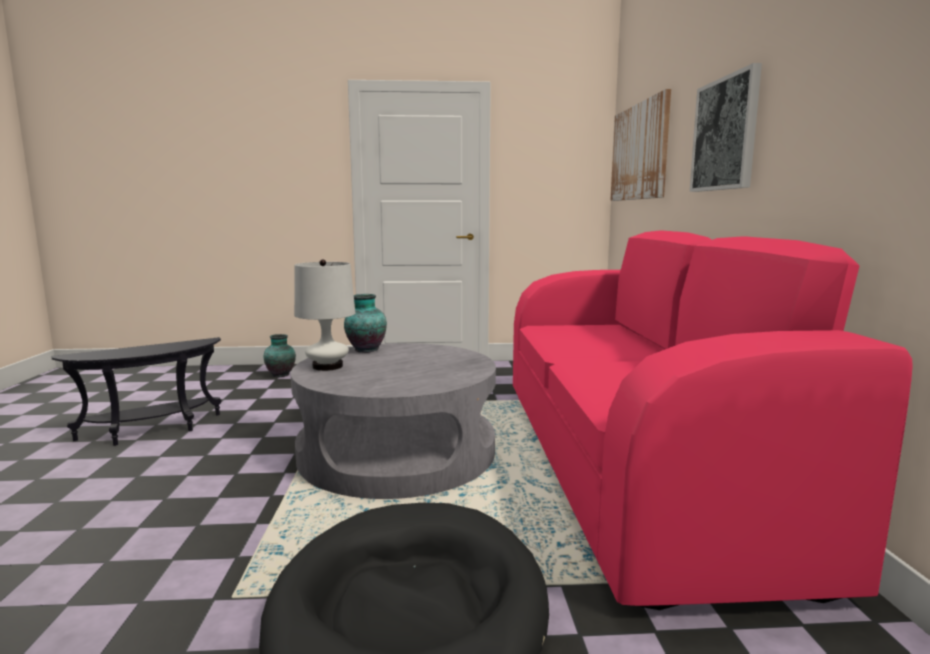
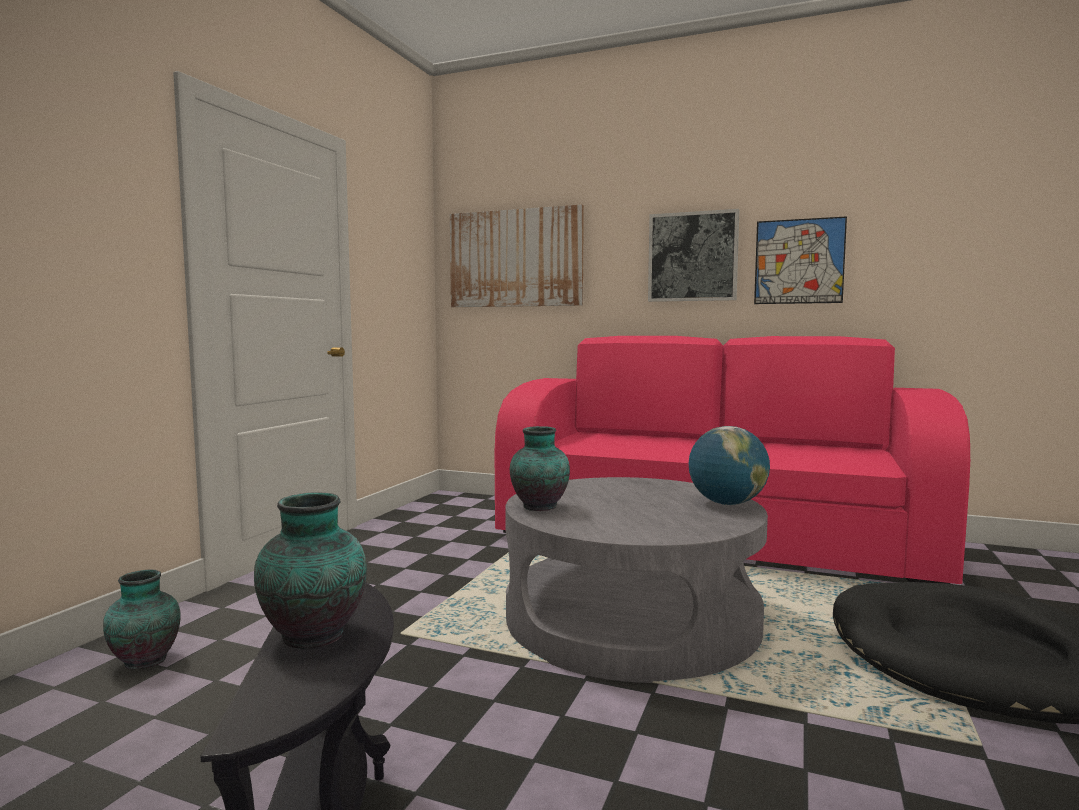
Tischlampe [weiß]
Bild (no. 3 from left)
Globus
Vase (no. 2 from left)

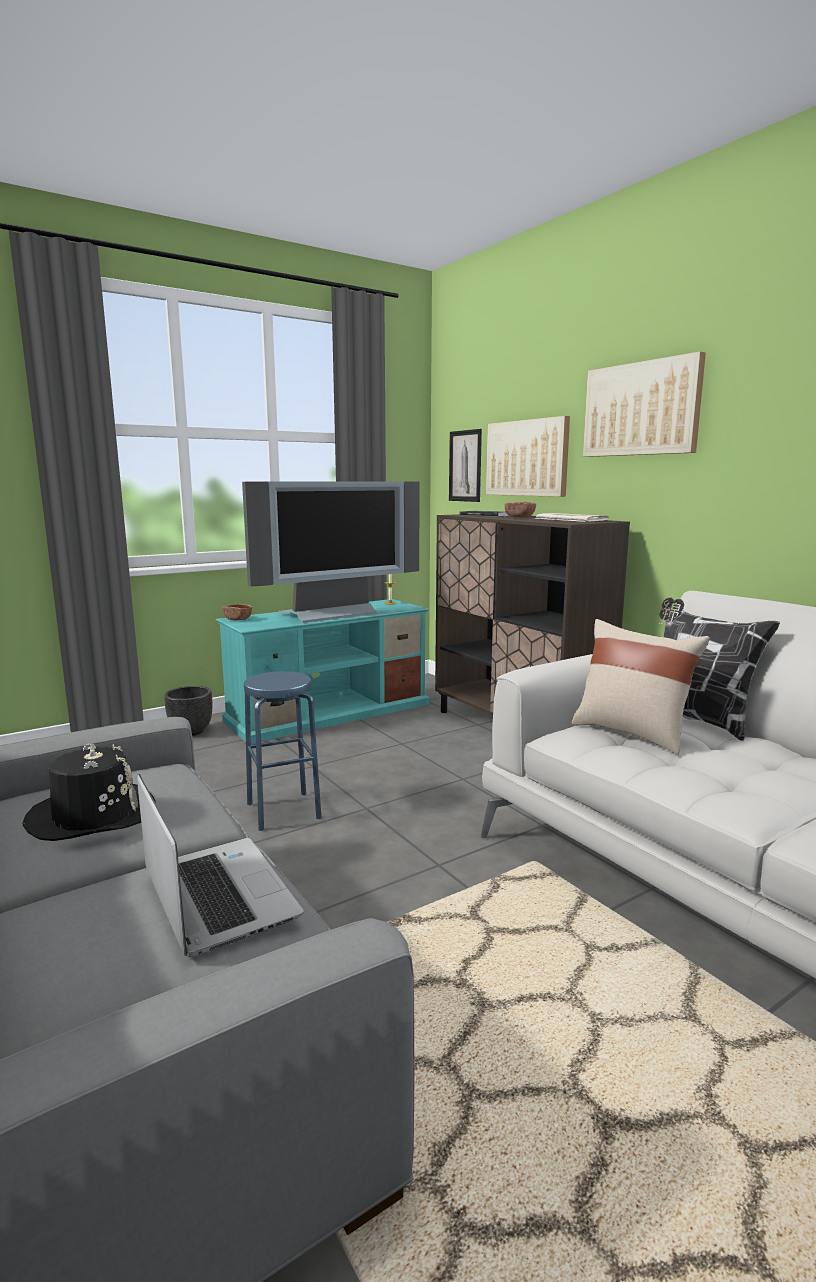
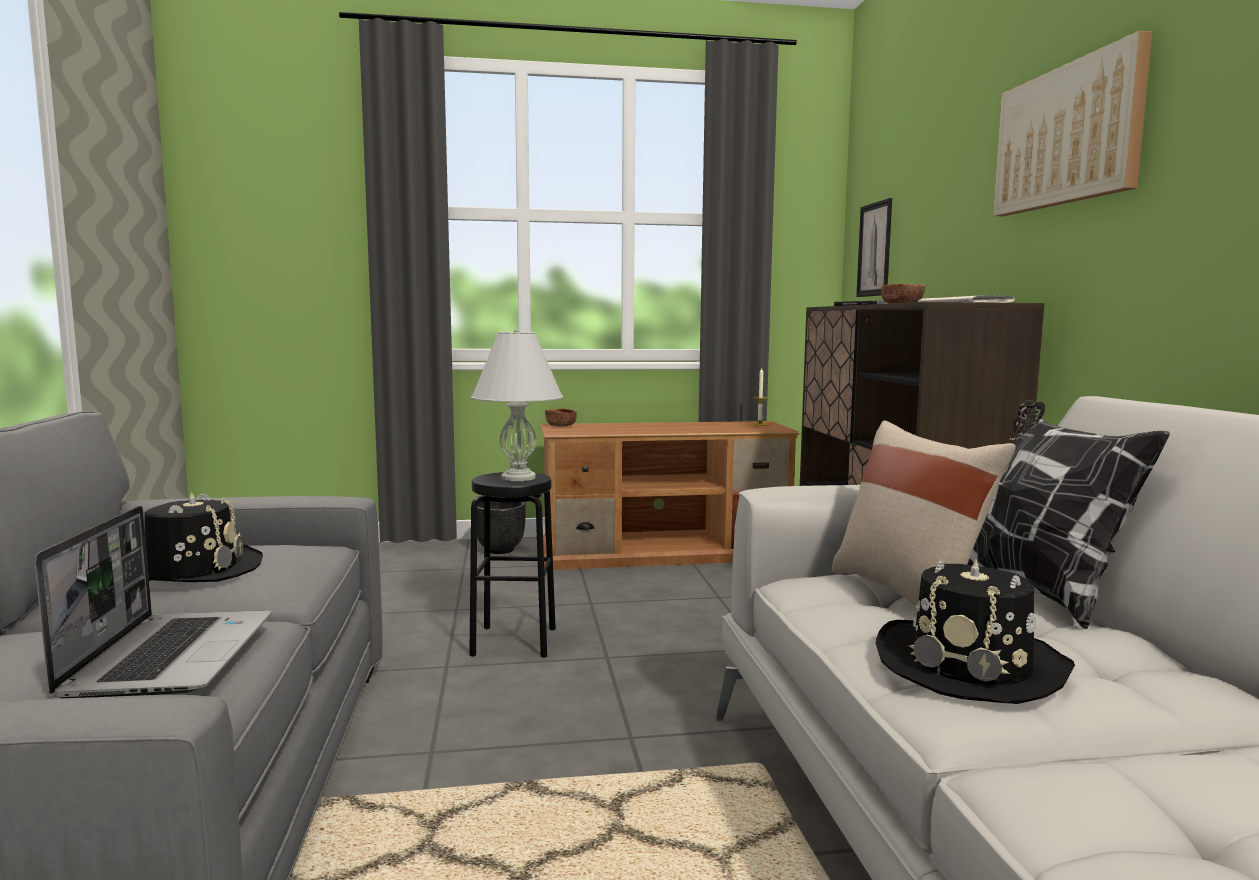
Bild (no. 2 from left in the first image)
Fernseher
Fernsehschrank [braun]
Hocker [schwarz]
Tischlampe [weiß]
Hut [schwarz] (no. 2 from left)

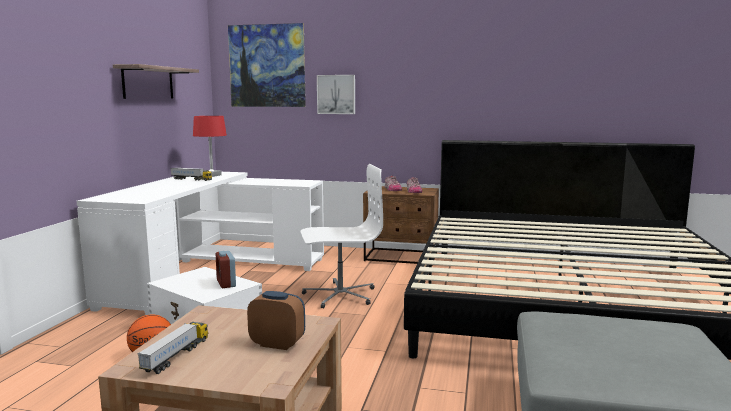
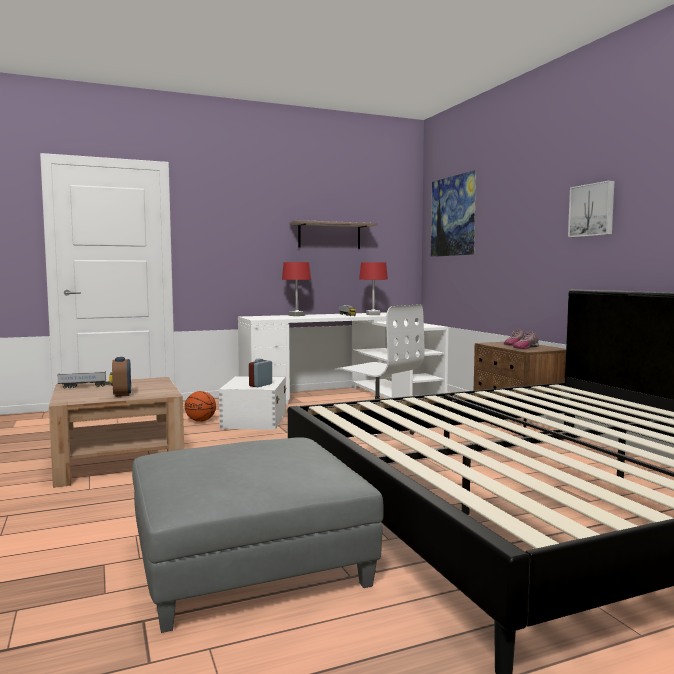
Bild (no. 2 from left)
Tischlampe [rot] (no. 1 from left)

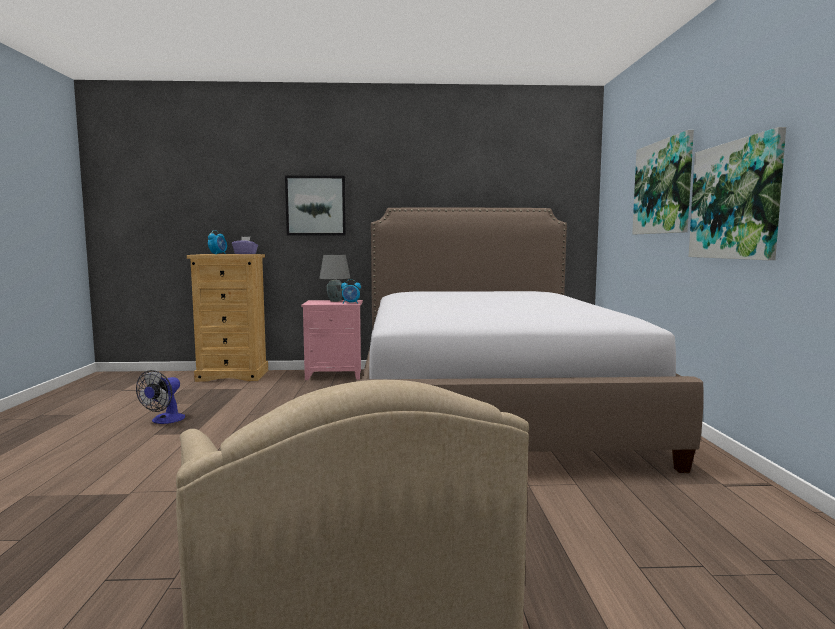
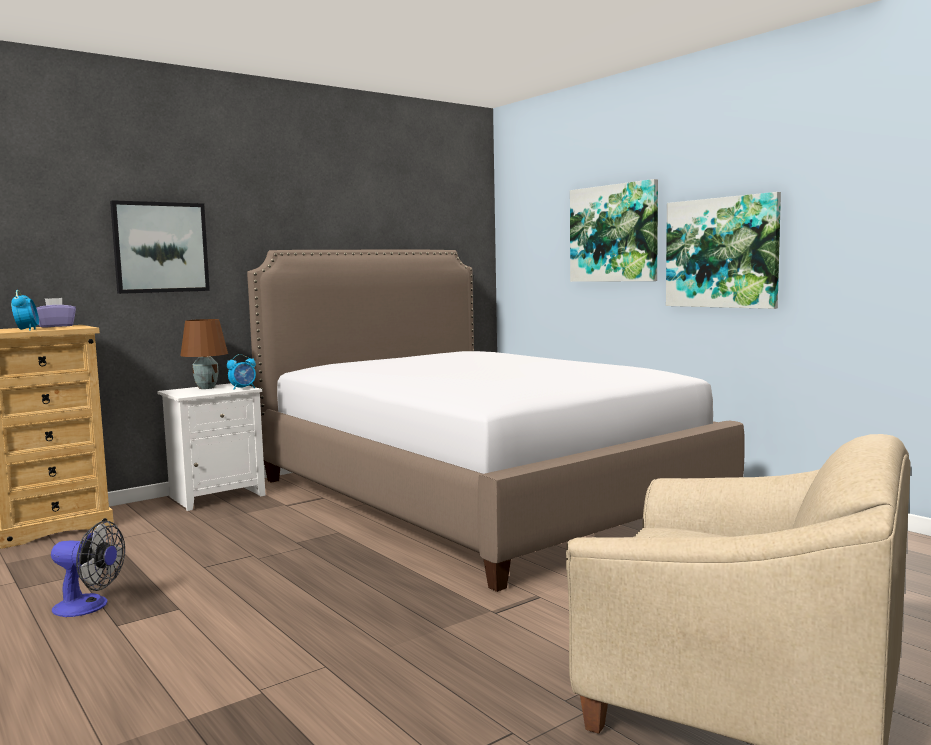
Tischlampe [braun]
Nachttisch [weiß]
Ventilator

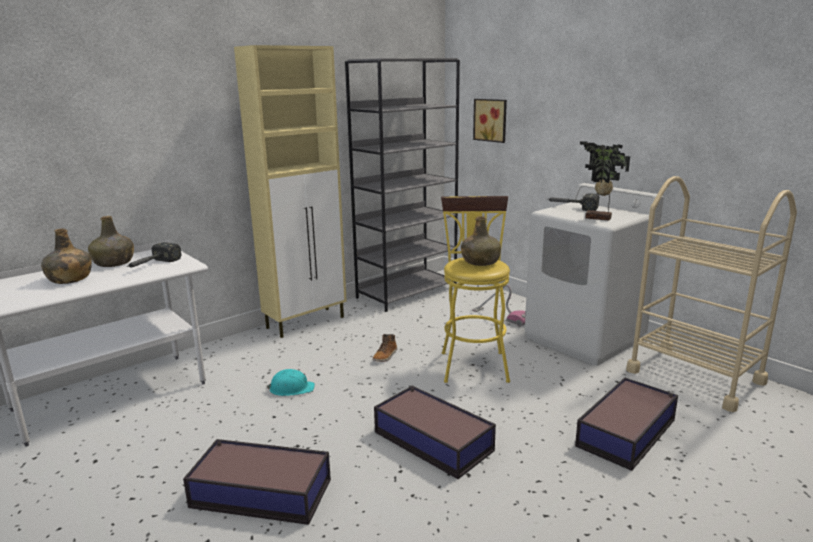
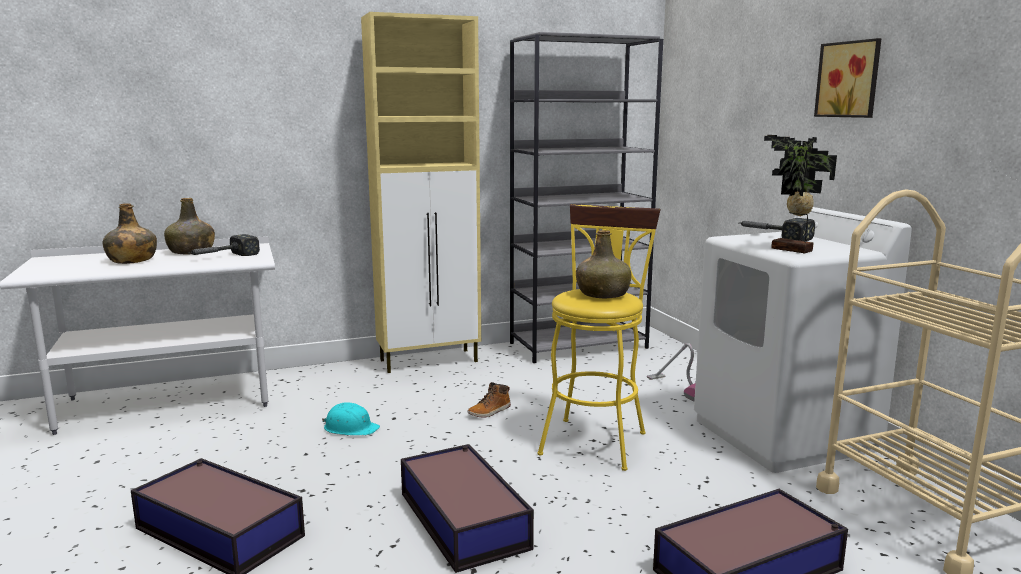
Bild

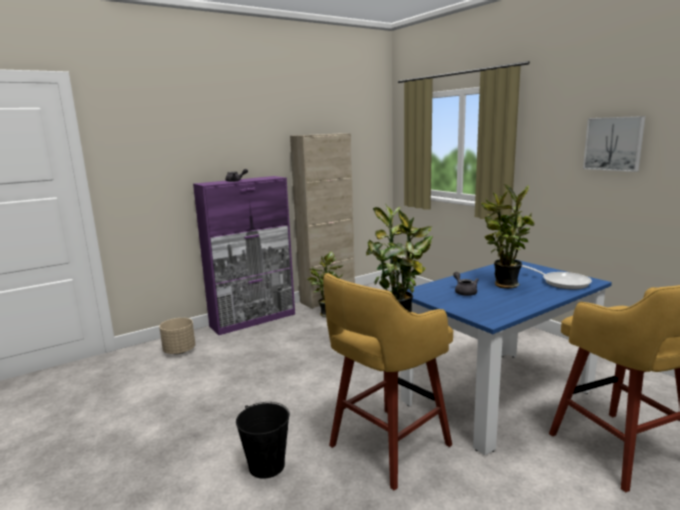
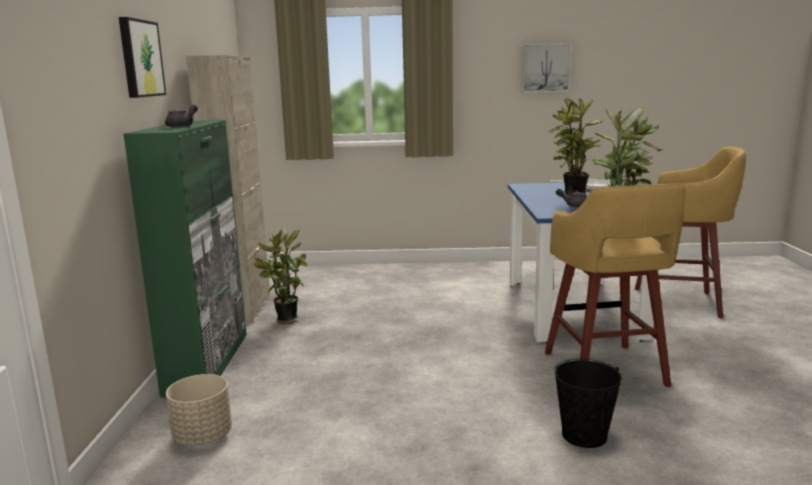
Schrank [grün]
Bild (no. 1 from left)

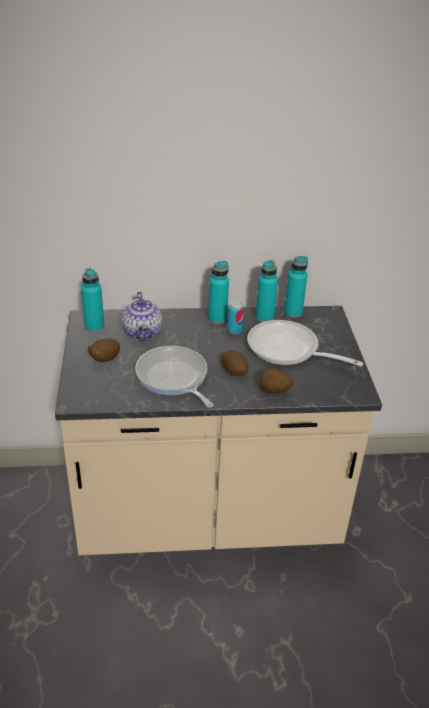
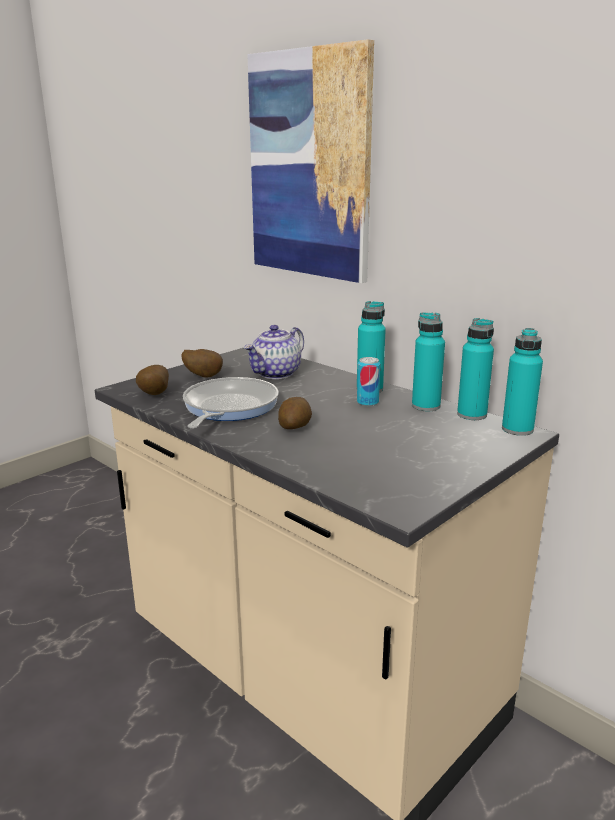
Flasche [türkis] (no. 4 from left)
Pfanne (no. 2 from left in the first image)
Kartoffel (no. 1 from left)
Bild

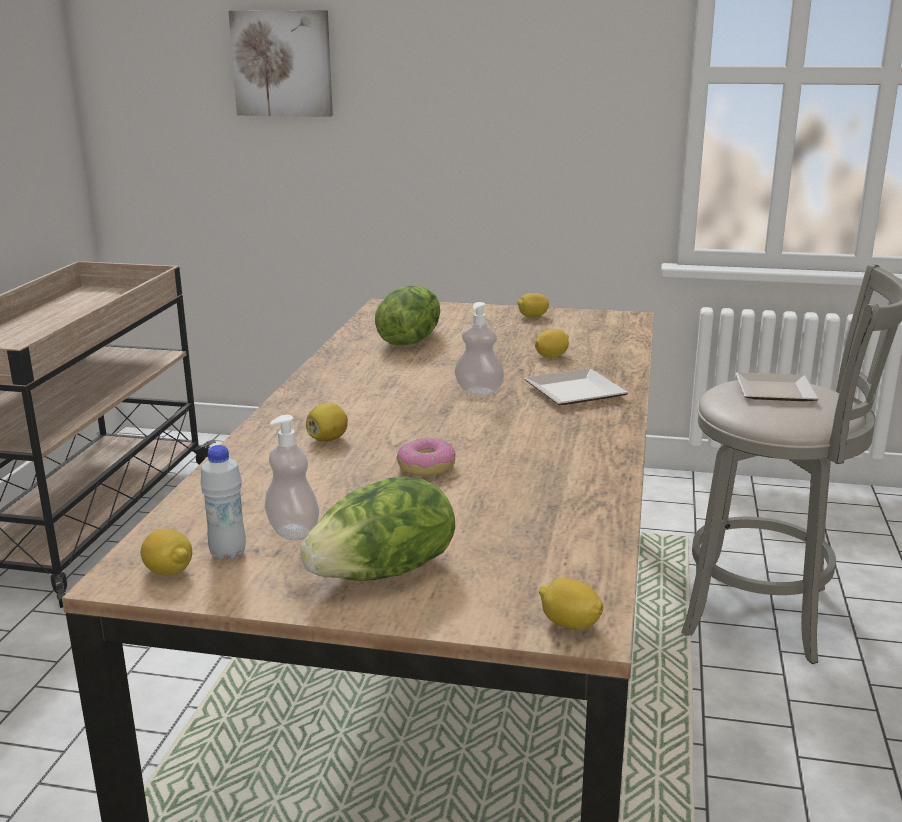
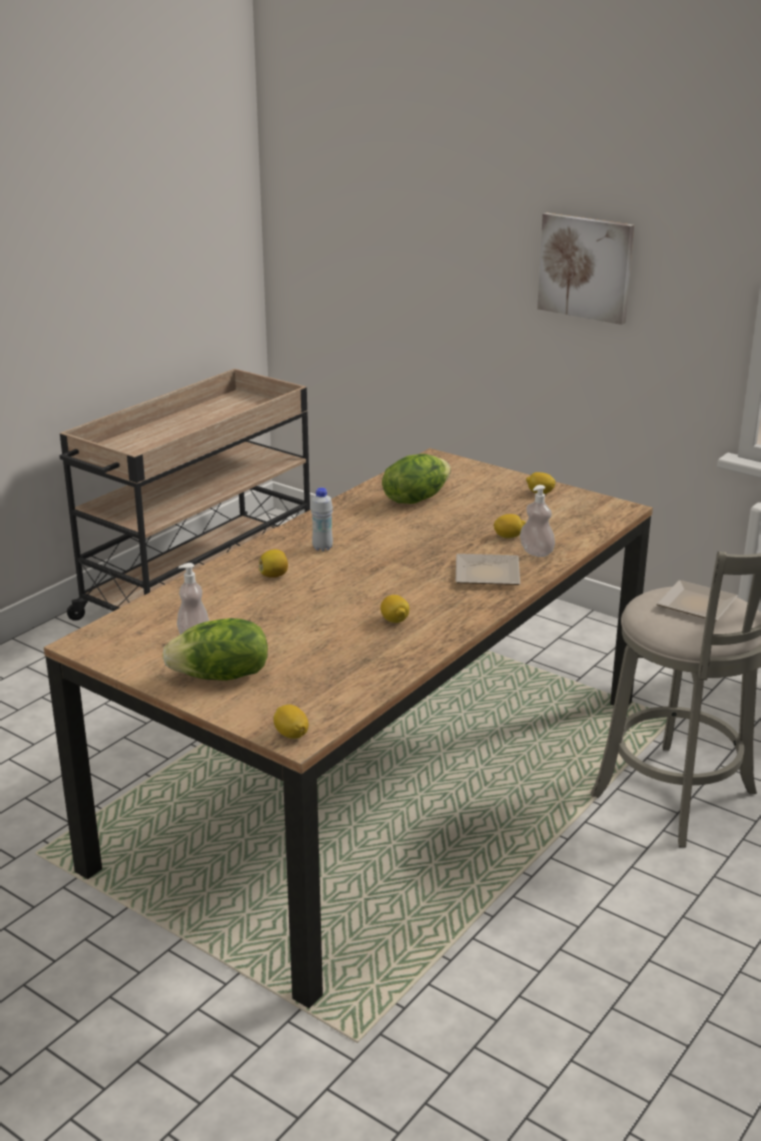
Bild
Seifenspender (no. 2 from left)
Donut
Flasche [weiß]
Zitrone (no. 3 from left)

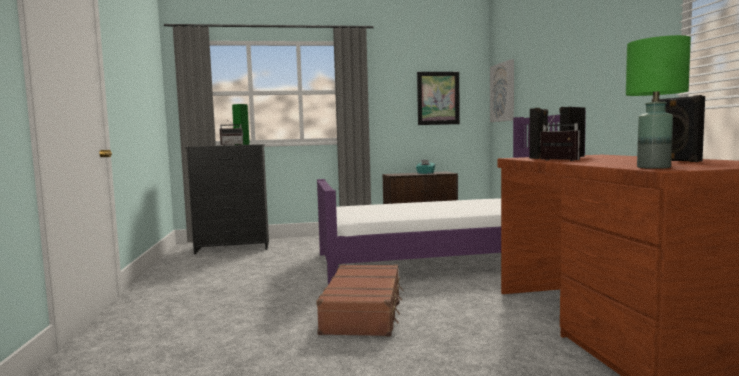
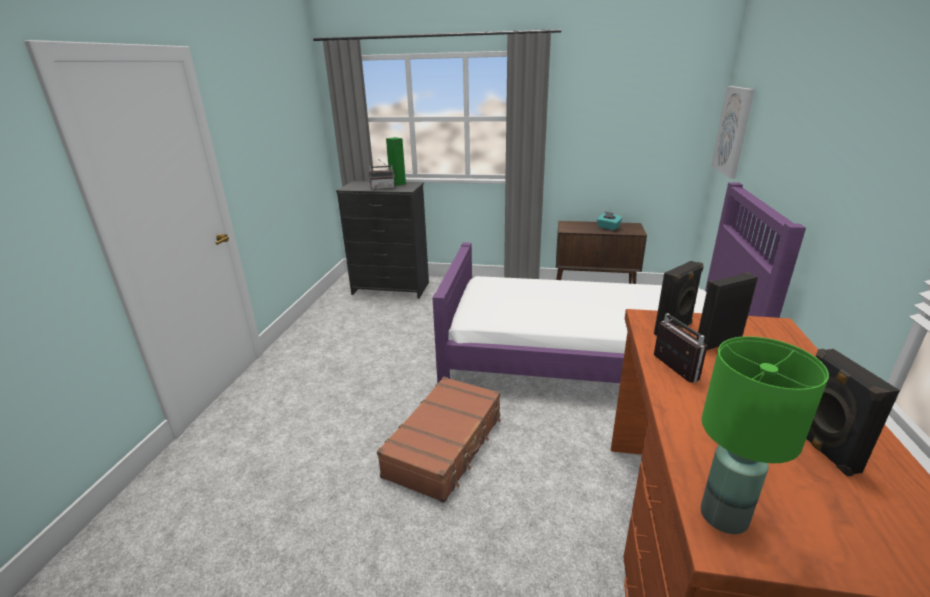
Bild (no. 1 from left in the first image)

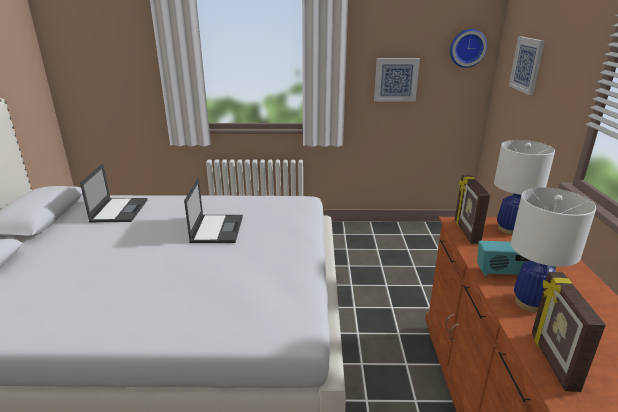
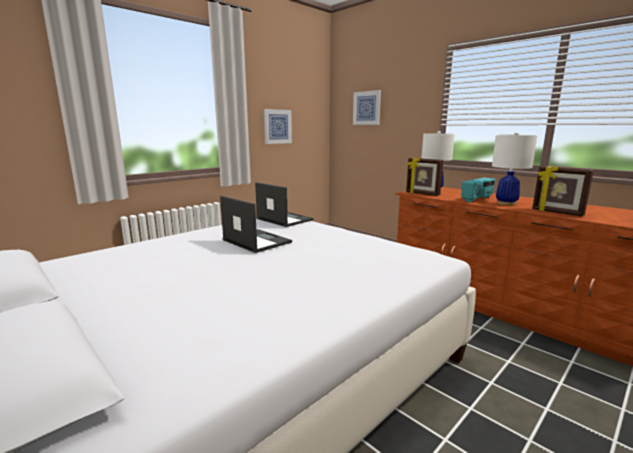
Wanduhr
Laptop (no. 2 from left)

